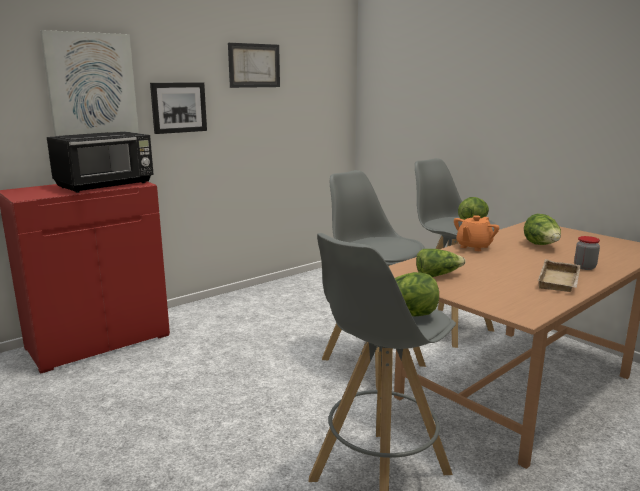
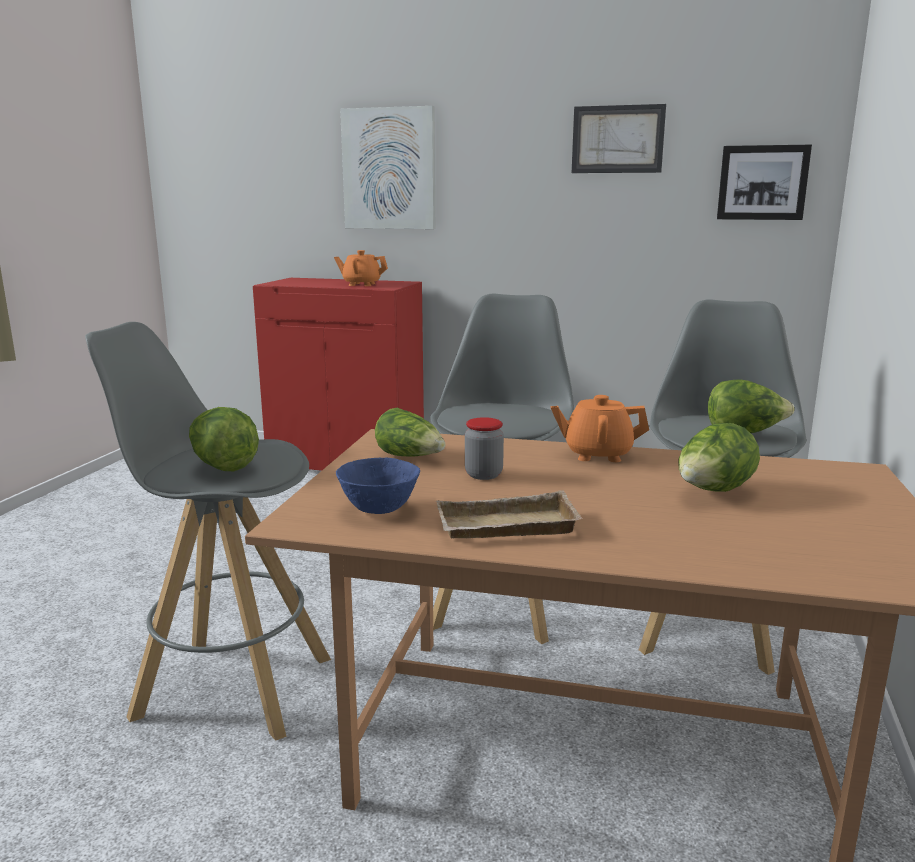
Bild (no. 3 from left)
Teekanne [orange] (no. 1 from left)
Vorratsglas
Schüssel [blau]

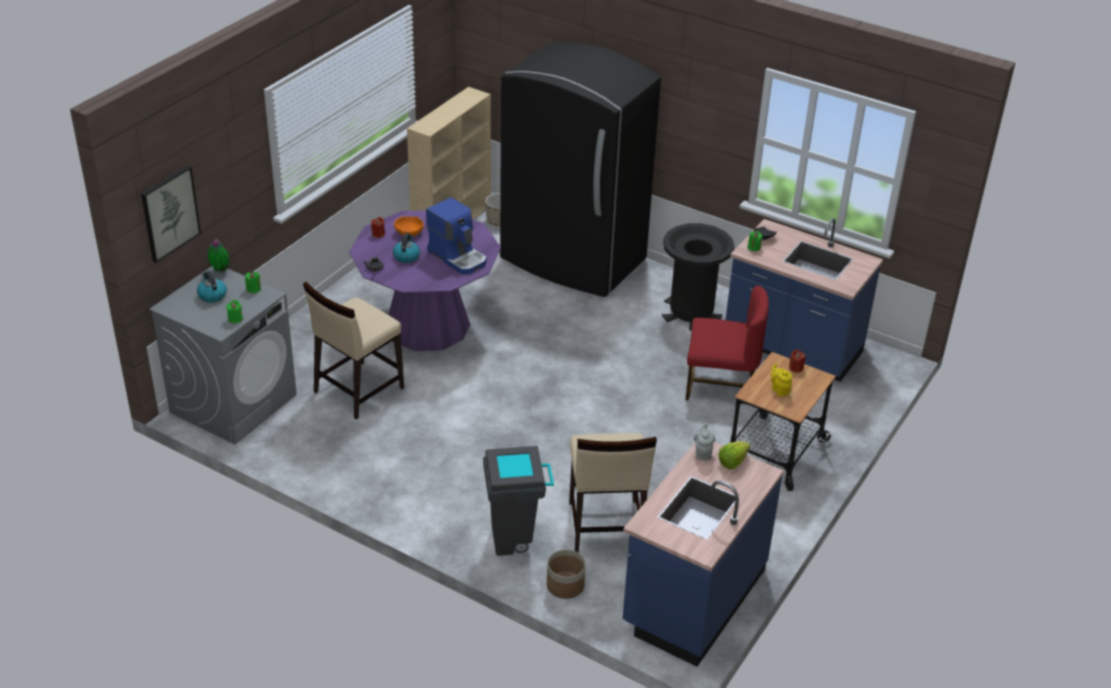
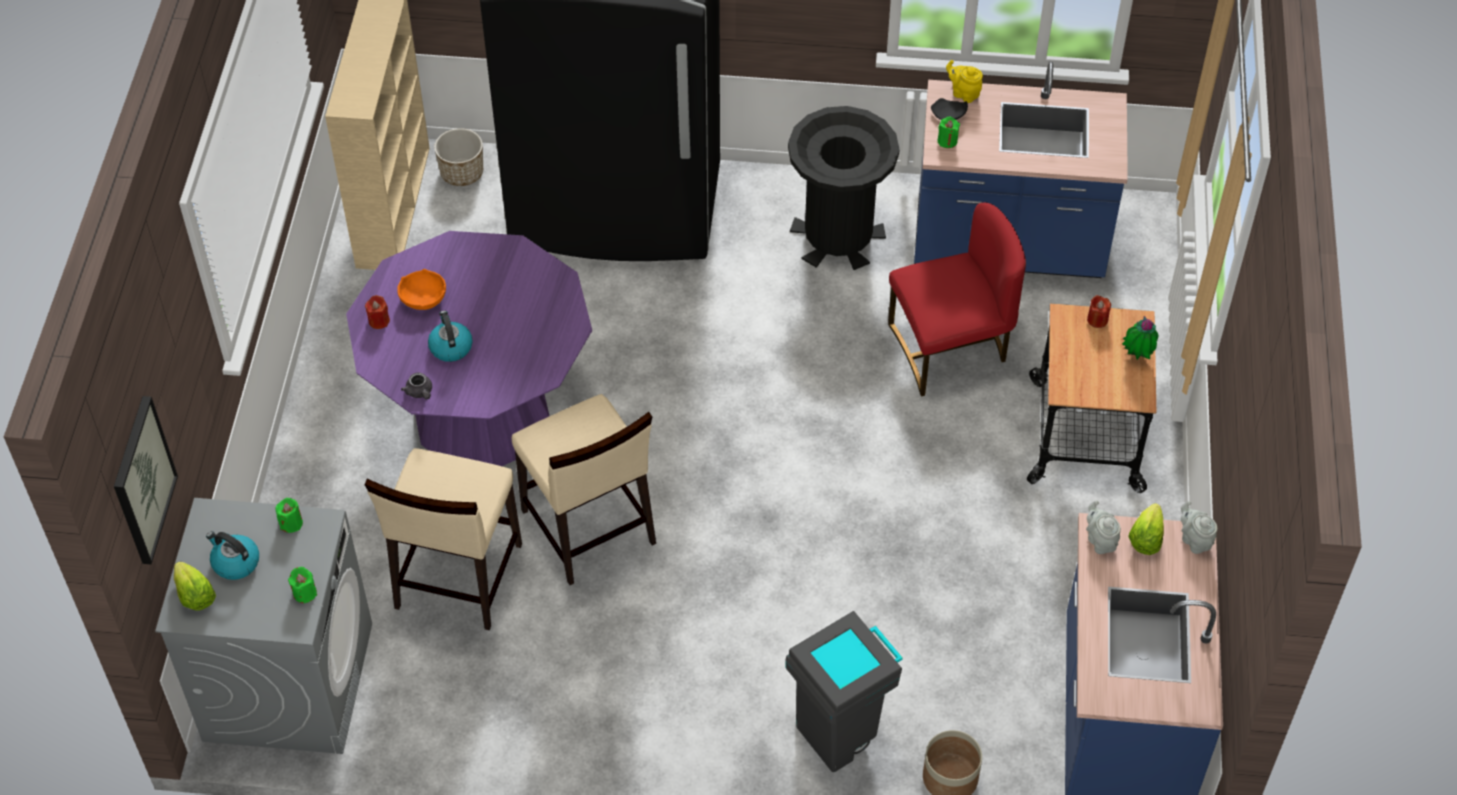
Kaffeemaschine
Topfpflanze
Teekanne [gelb]
Stuhl [beige] (no. 2 from left)
Teekanne [grau] (no. 3 from left)
Salatkopf (no. 1 from left)

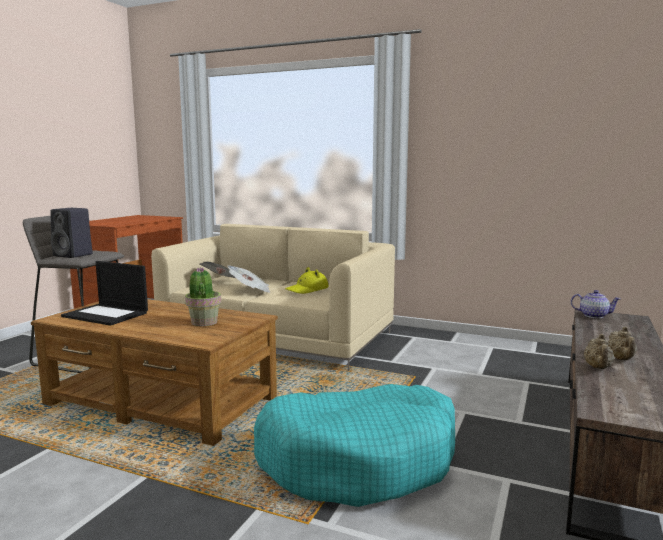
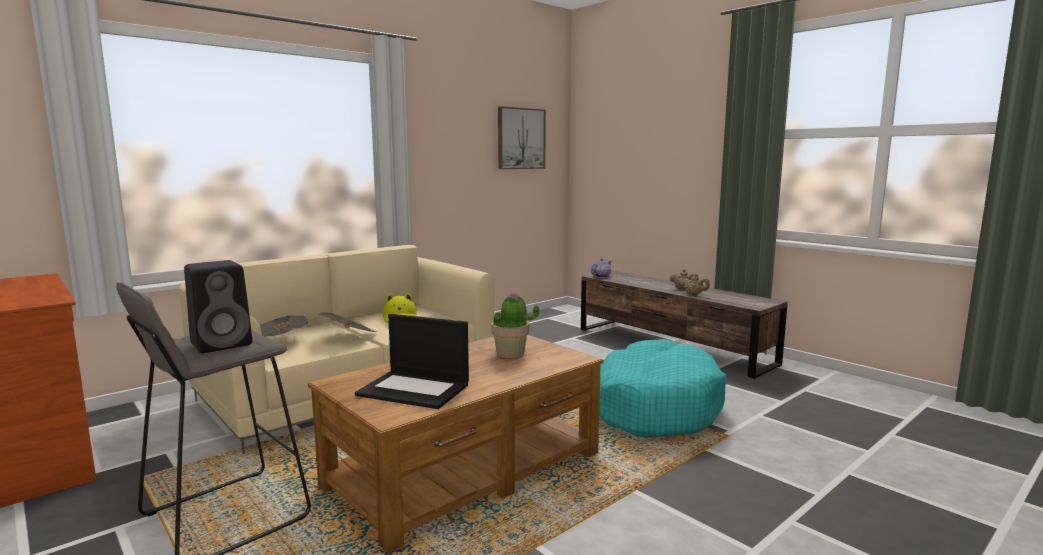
Laptop
Bild

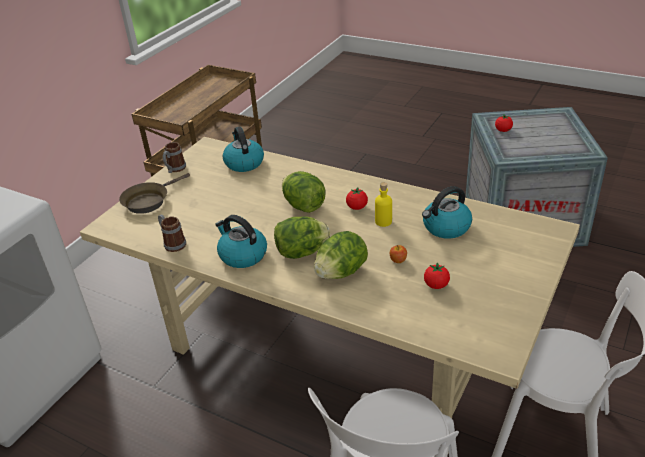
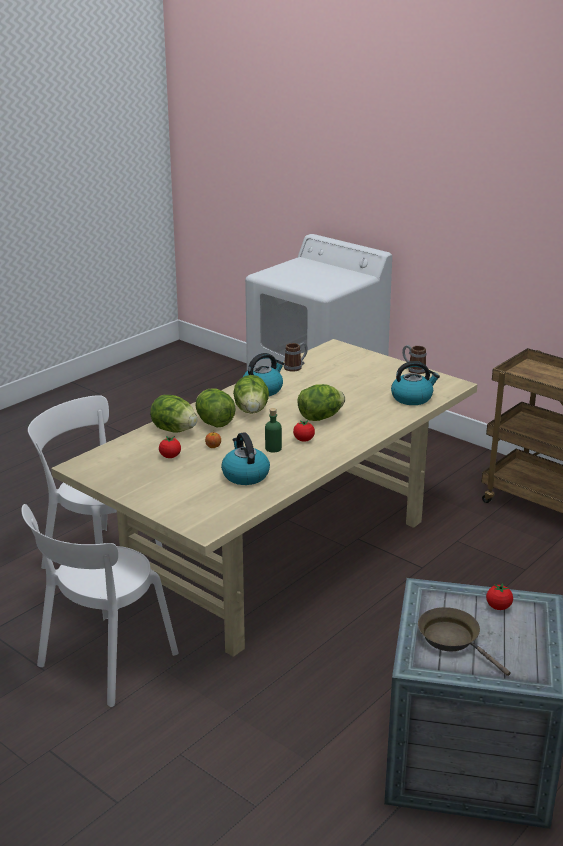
Pfanne [braun]
Flasche [grün]
Salatkopf (no. 1 from left)

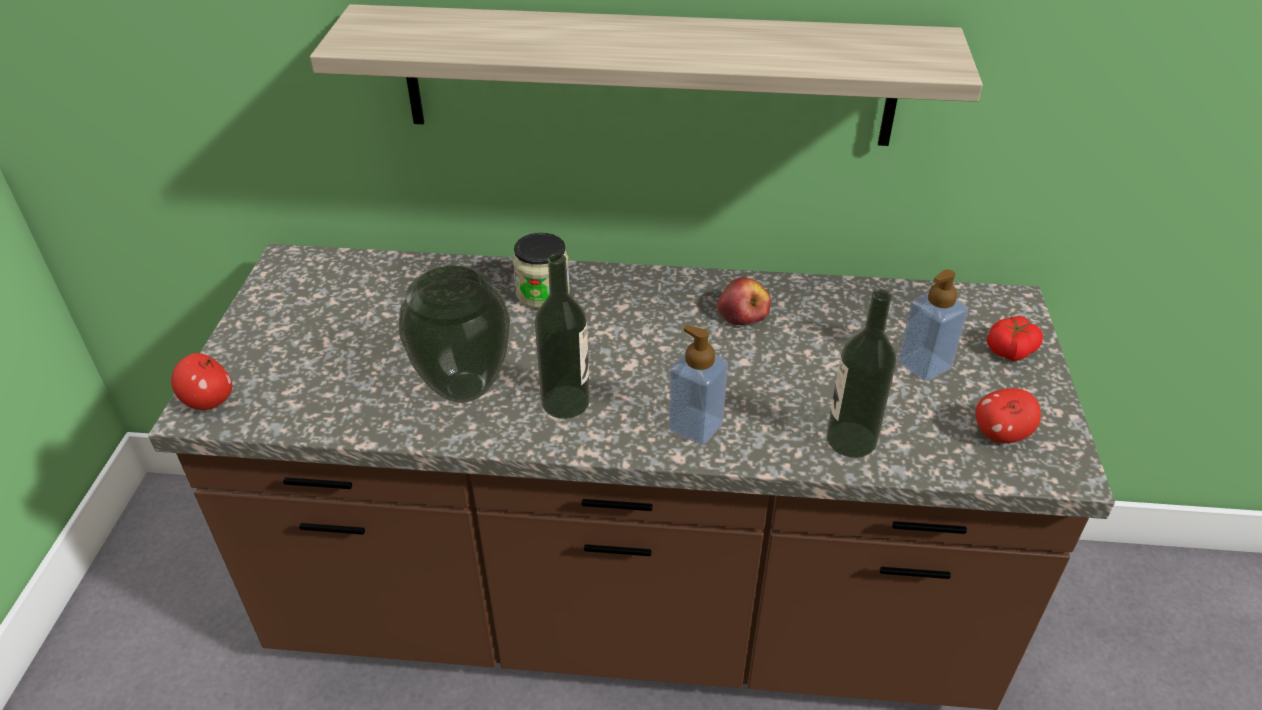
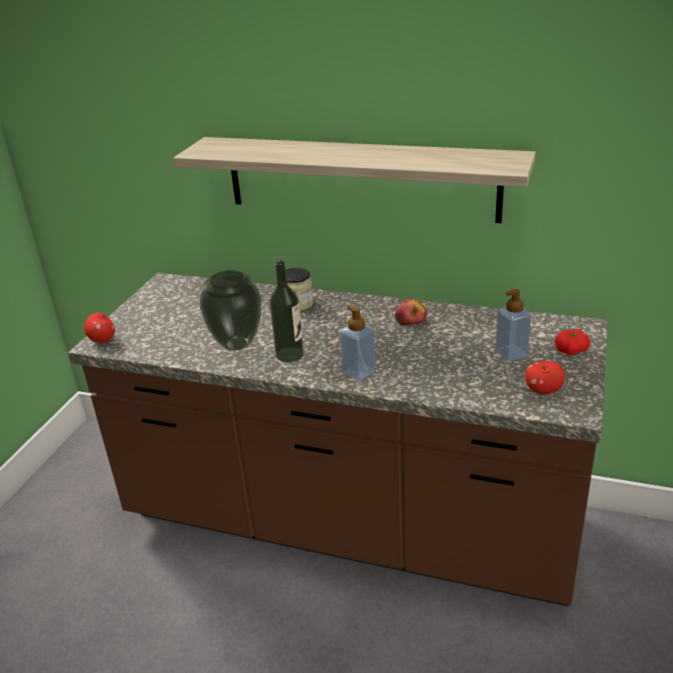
Flasche (no. 2 from left in the first image)

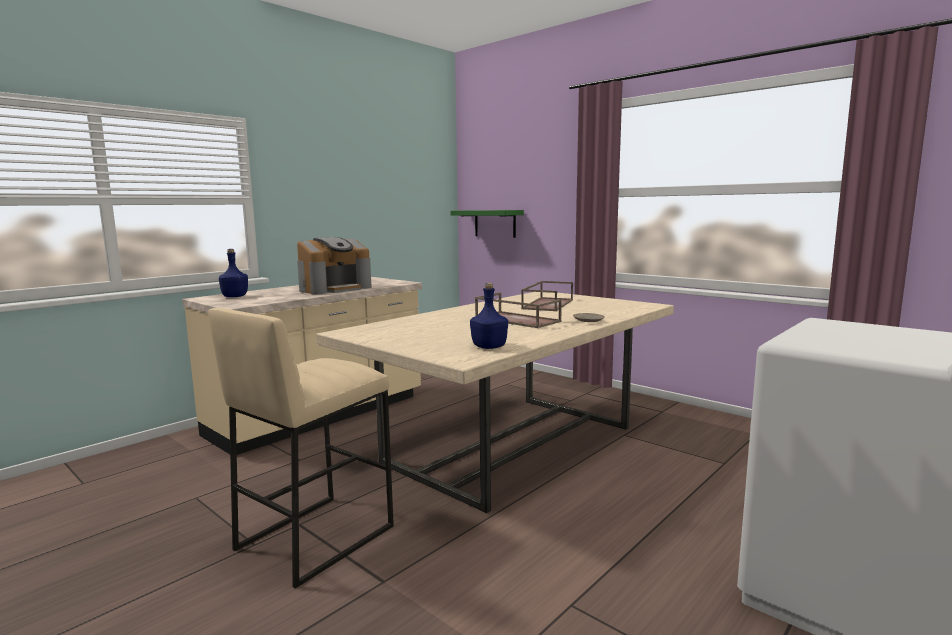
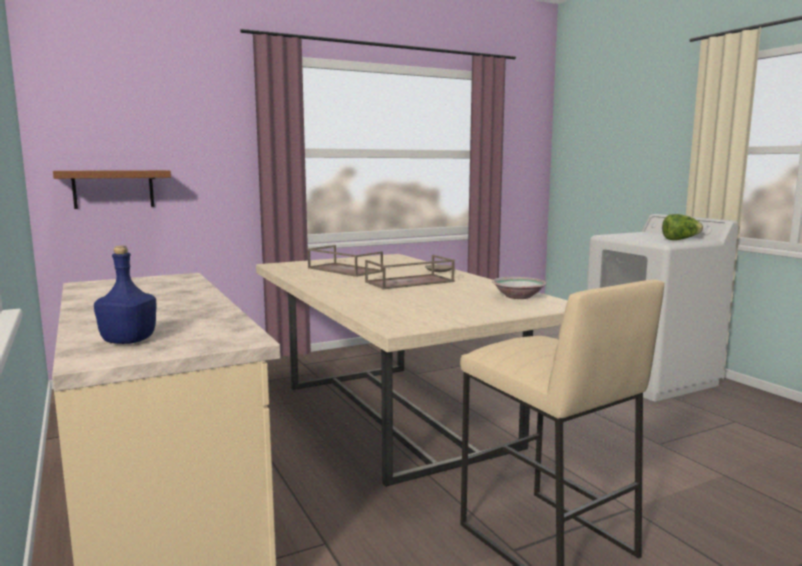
Wandregal [braun]
Kaffeemaschine
Schüssel
Salatkopf

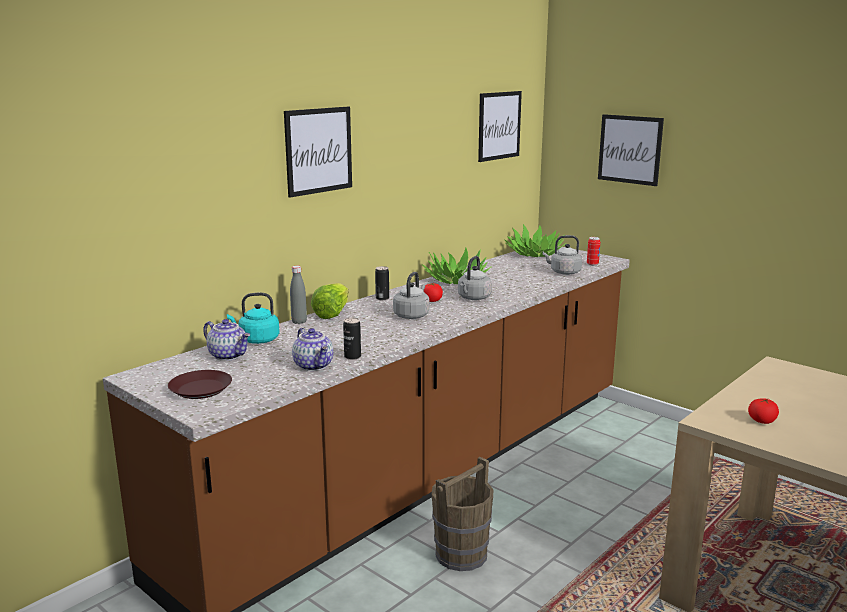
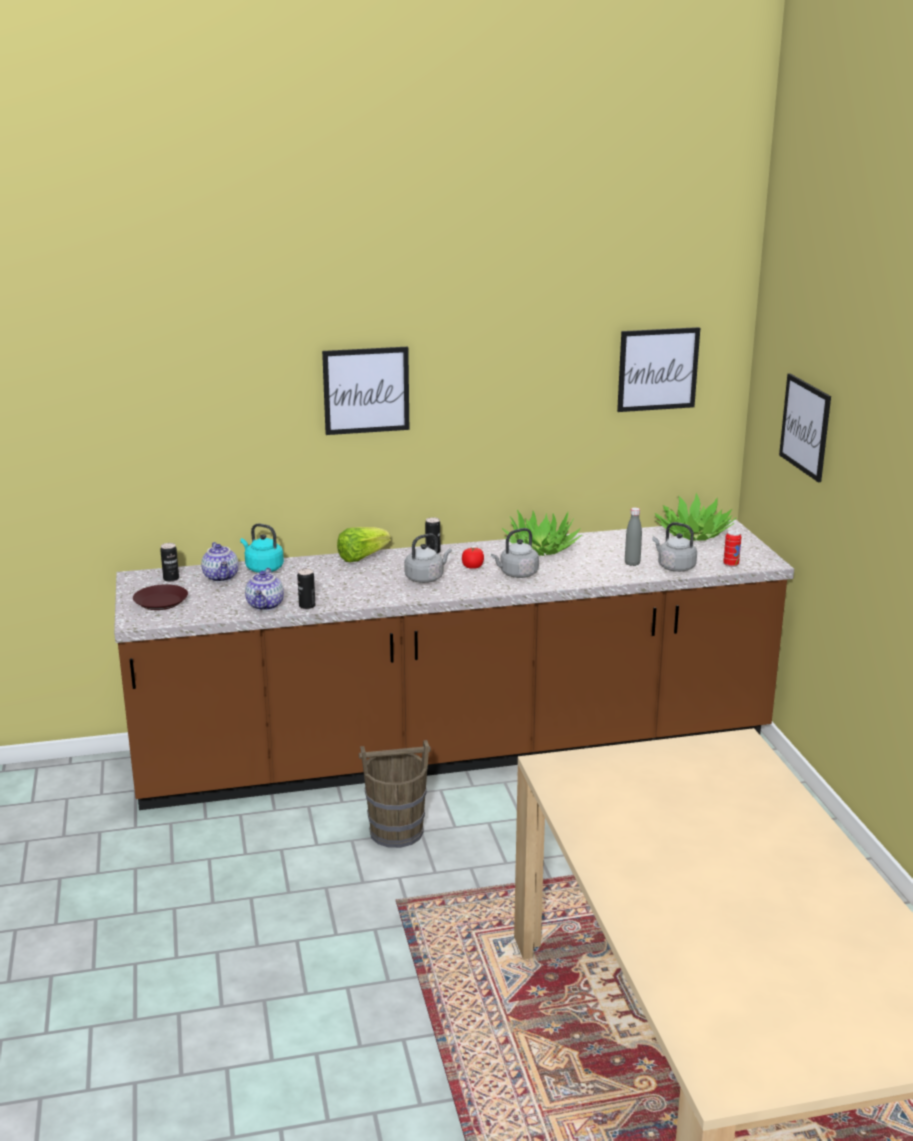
Flasche [grau]
Tomate (no. 2 from left in the first image)
Dose (no. 1 from left)

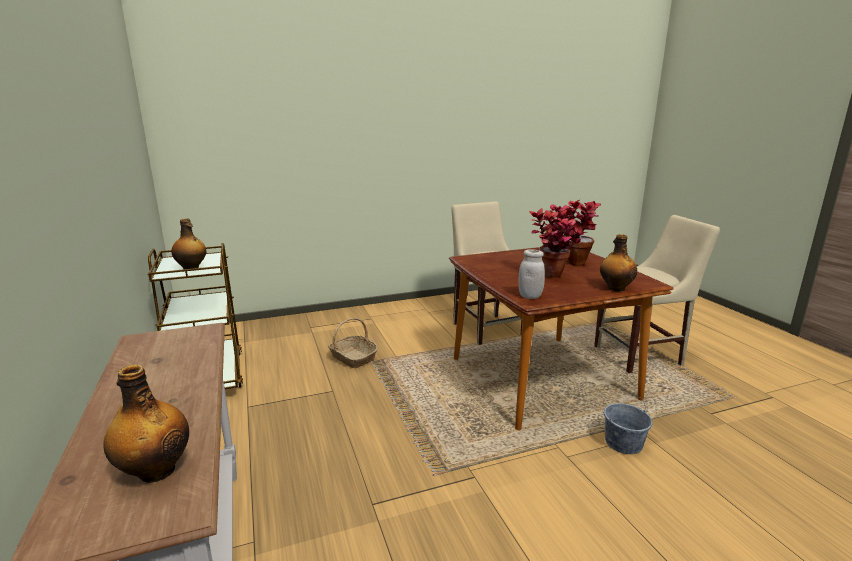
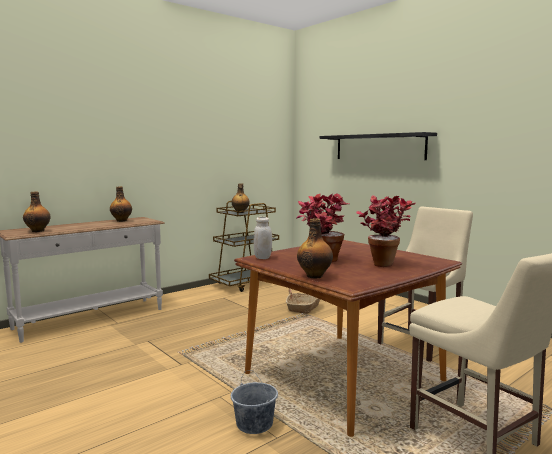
Wandregal [schwarz]
Flasche (no. 2 from left)

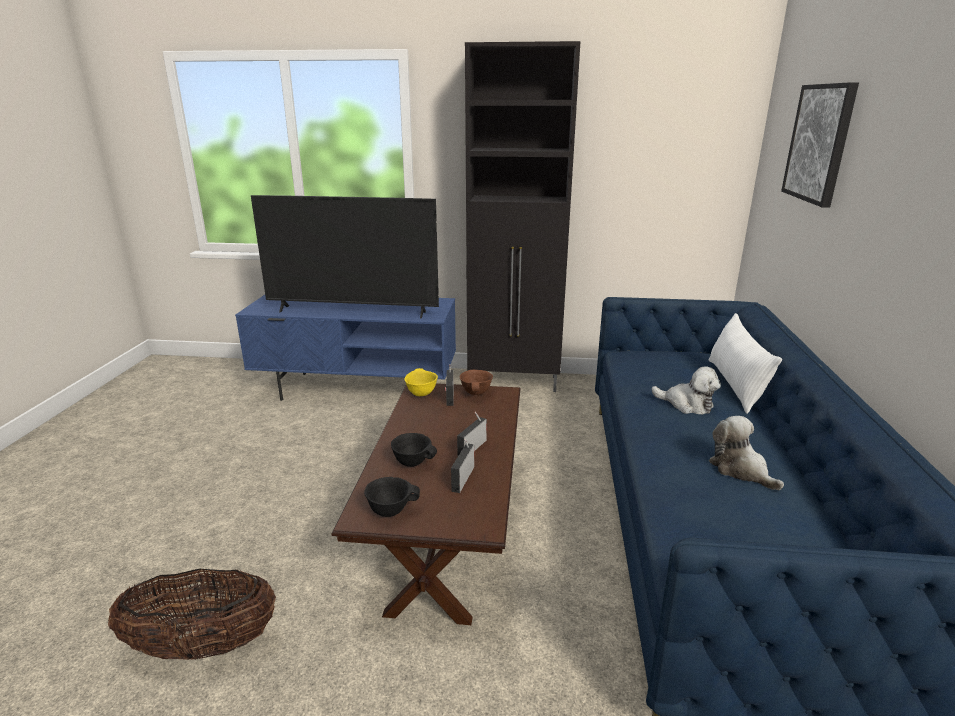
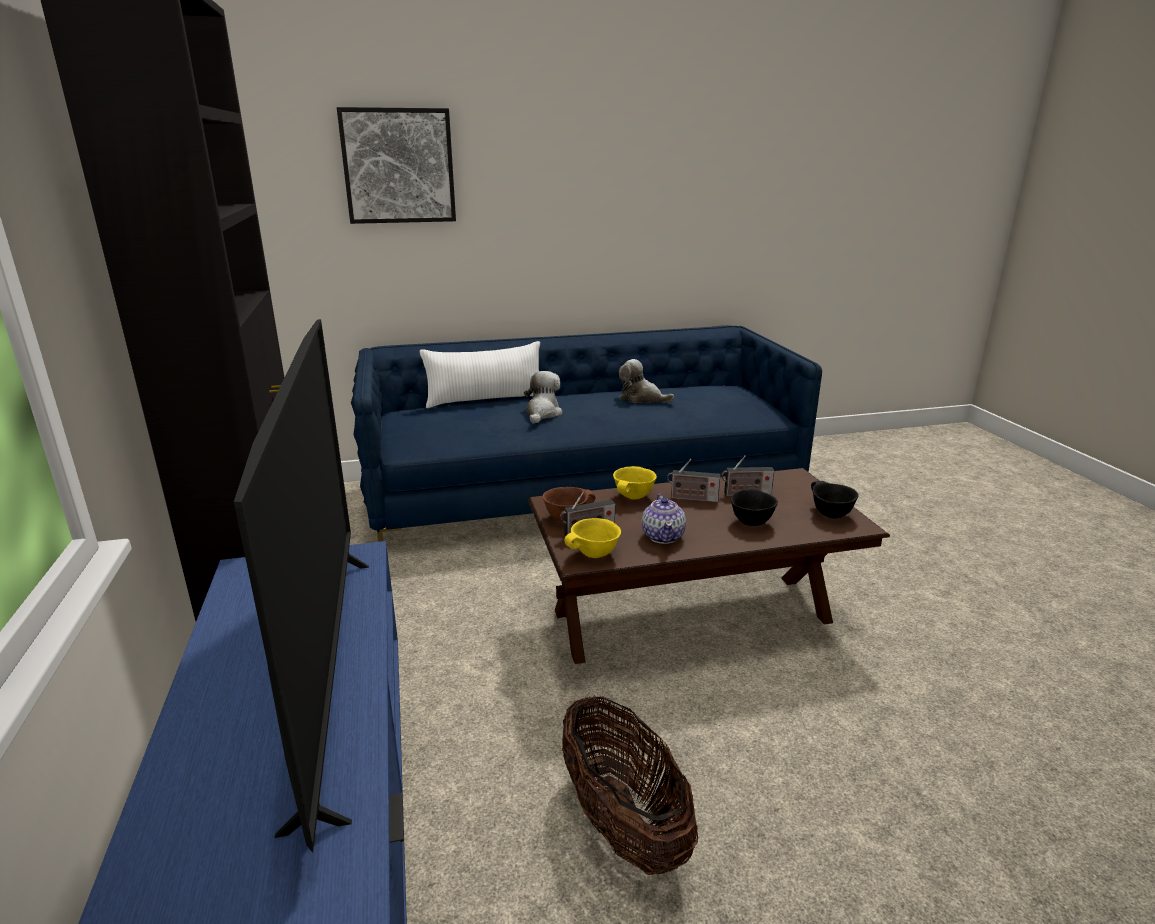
Plüschtier (no. 2 from left)
Korb
Schüssel [gelb] (no. 2 from left)
Teekanne

